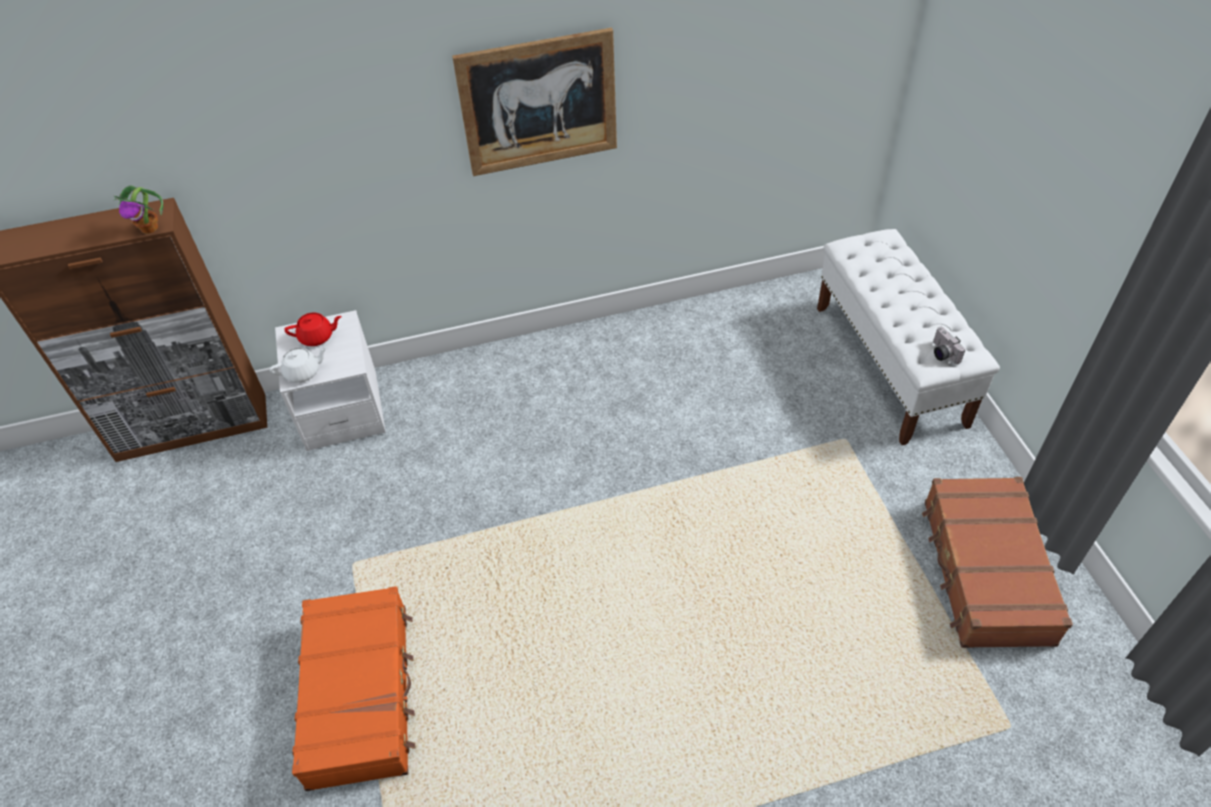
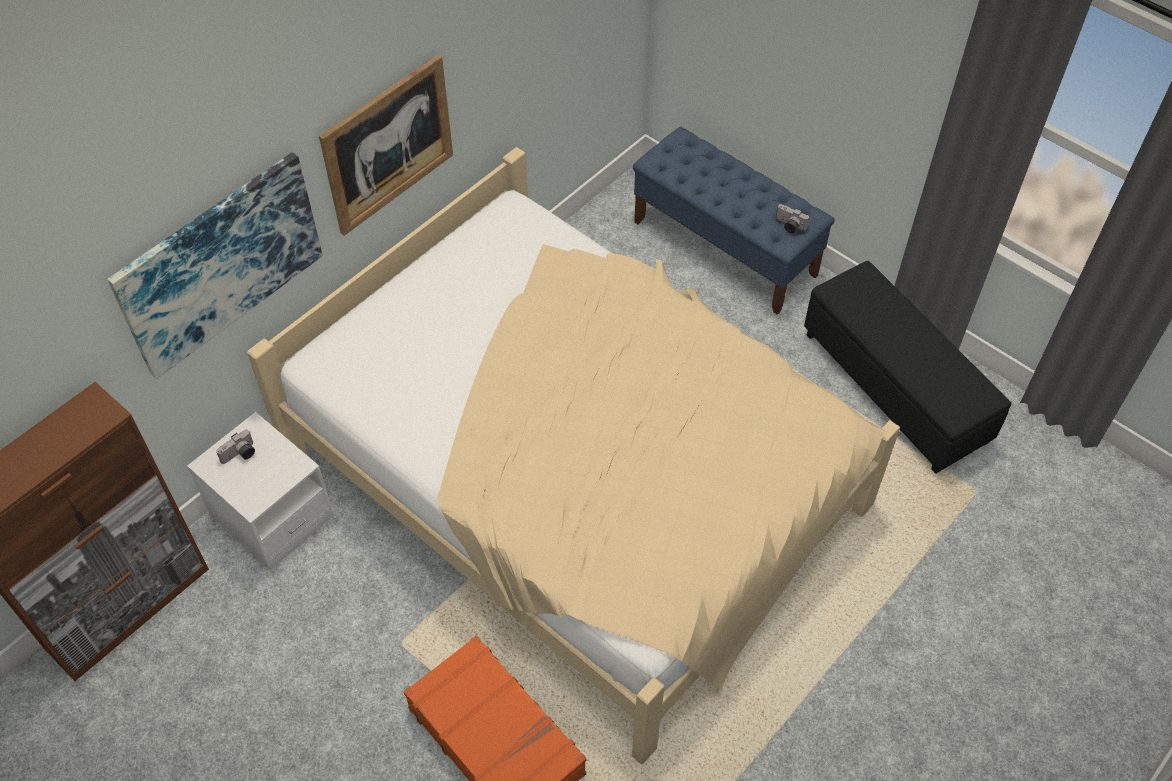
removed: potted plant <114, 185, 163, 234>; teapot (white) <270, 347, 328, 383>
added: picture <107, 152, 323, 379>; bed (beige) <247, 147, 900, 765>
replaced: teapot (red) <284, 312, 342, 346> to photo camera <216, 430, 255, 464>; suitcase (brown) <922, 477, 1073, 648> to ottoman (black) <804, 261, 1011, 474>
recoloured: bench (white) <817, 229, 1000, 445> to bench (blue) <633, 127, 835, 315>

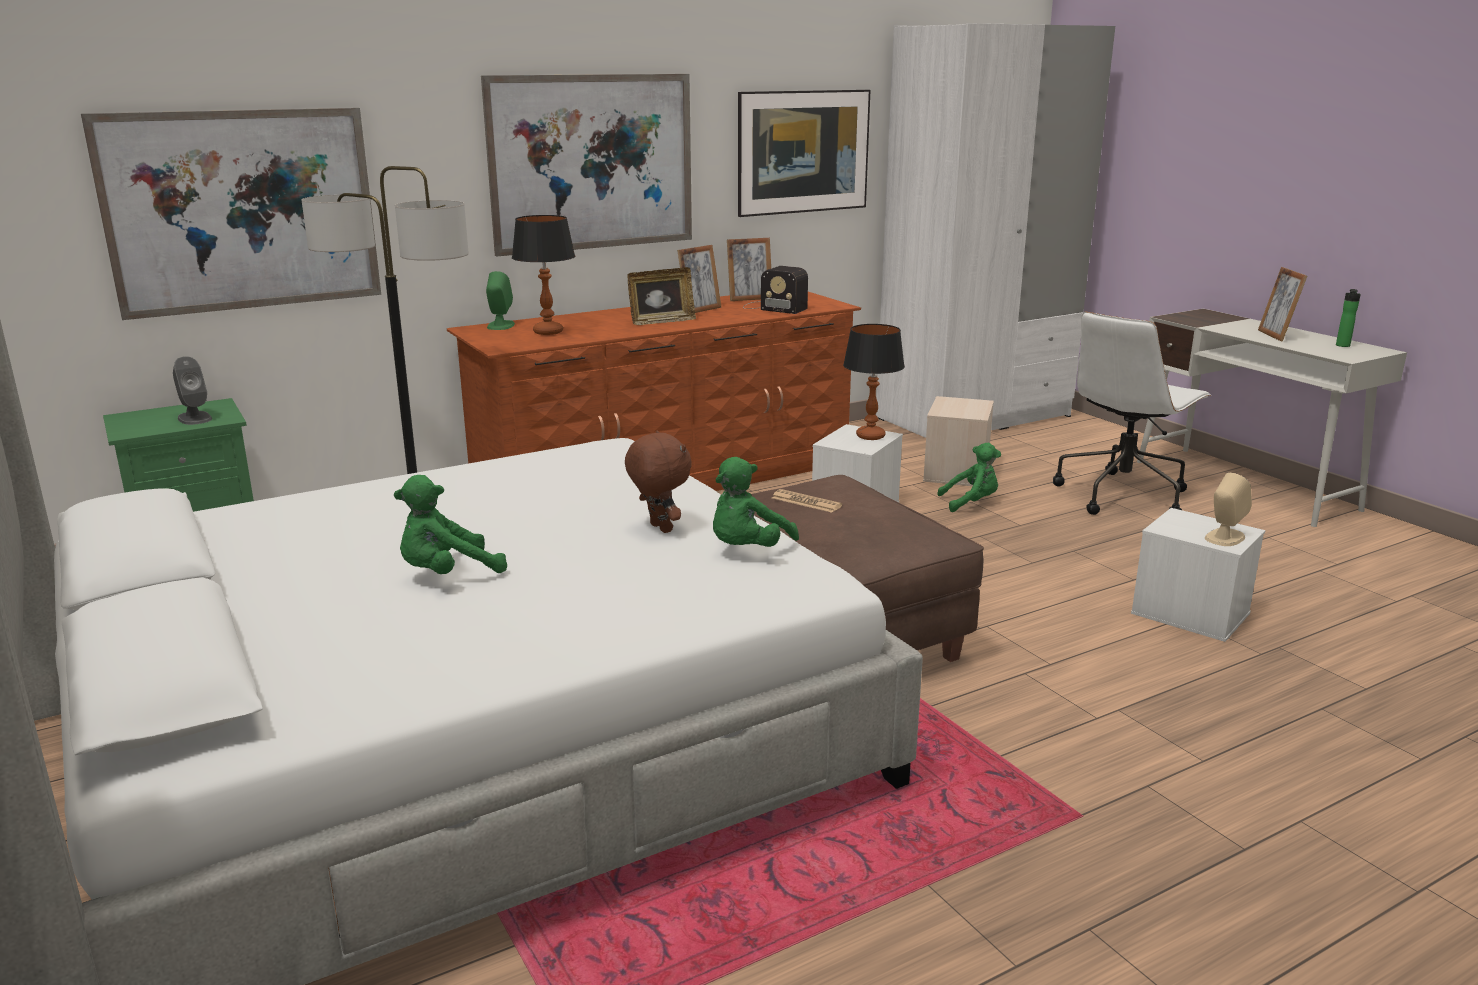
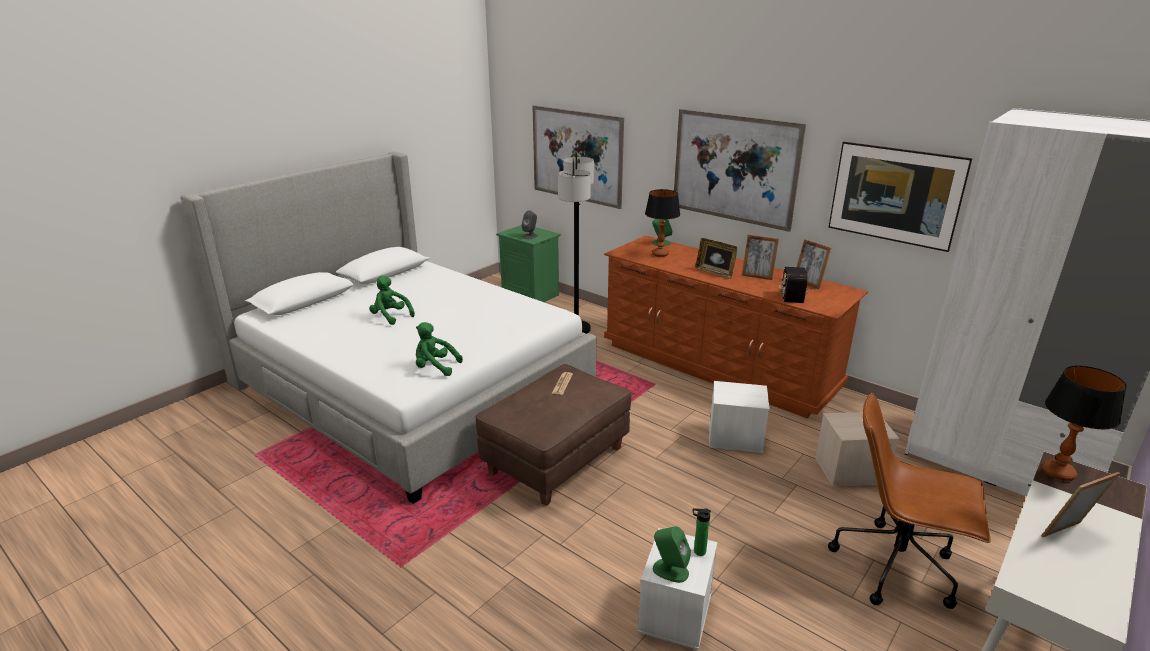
removed: plush toy (brown) <625, 430, 692, 533>; plush toy (green) <937, 443, 1001, 512>
moved: table lamp <843, 324, 905, 440> to <1042, 365, 1126, 481>; bottle <1336, 289, 1361, 347> to <693, 508, 711, 556>
recoloured: office chair (white) <1053, 312, 1211, 515> to office chair (brown) <828, 393, 991, 609>; speaker (beige) <1205, 473, 1252, 546> to speaker (green) <653, 526, 691, 583>

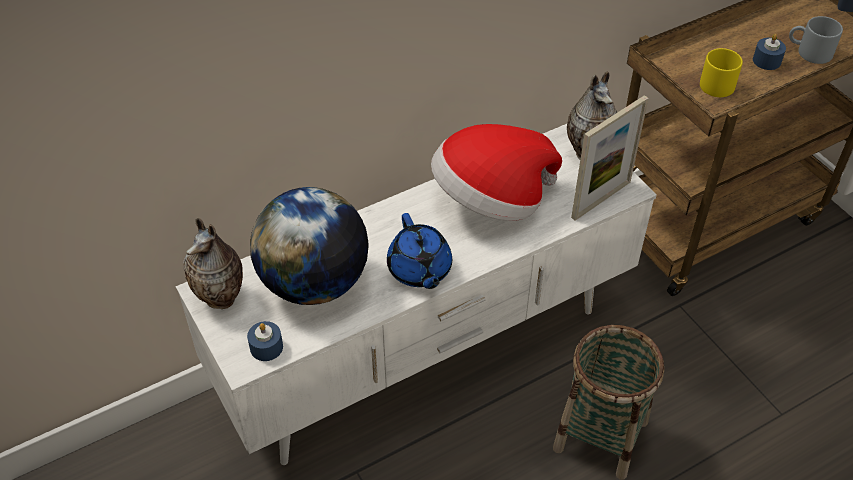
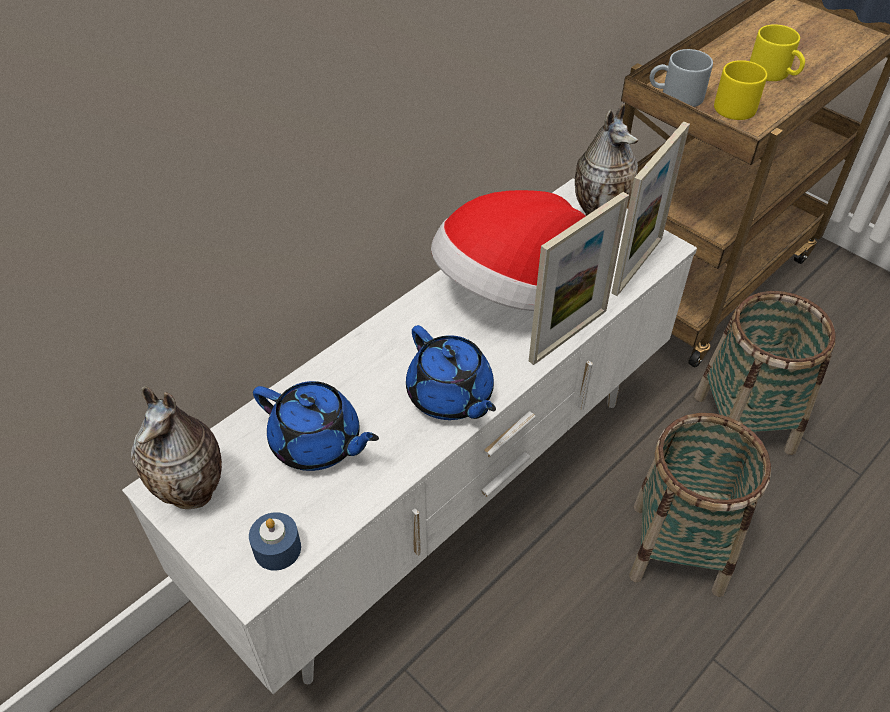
added: picture frame <529, 192, 629, 365>; basket <694, 291, 836, 455>
moved: mug (grey) <789, 16, 843, 64> to <650, 49, 713, 107>
replaced: globe <250, 187, 369, 305> to teapot (blue) <253, 381, 379, 471>; candle (blue) <753, 34, 786, 70> to mug (yellow) <750, 24, 805, 81>

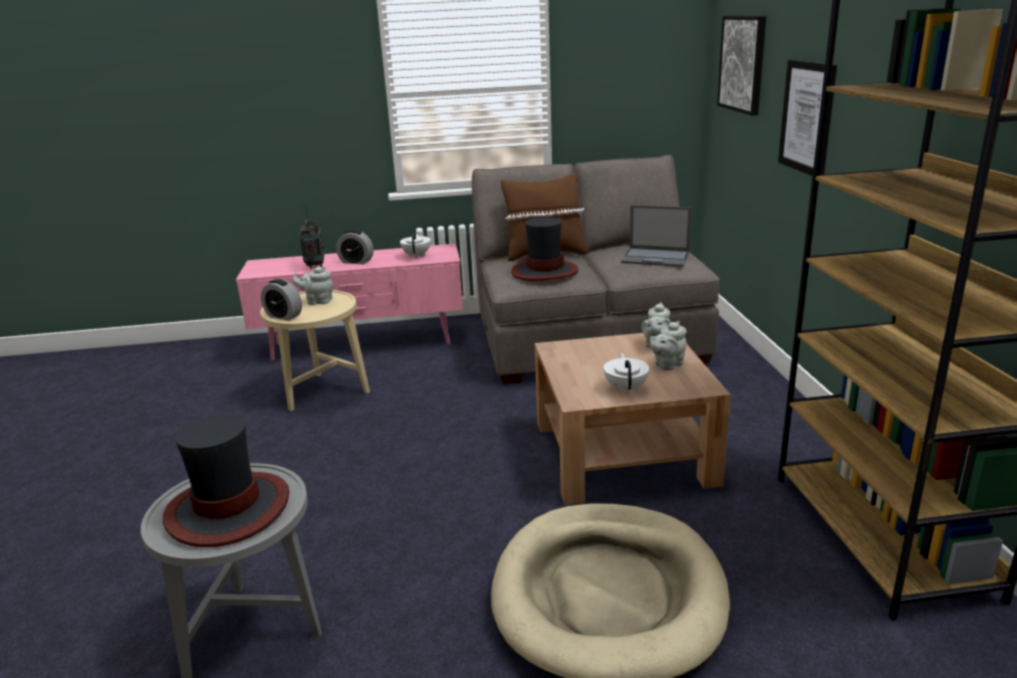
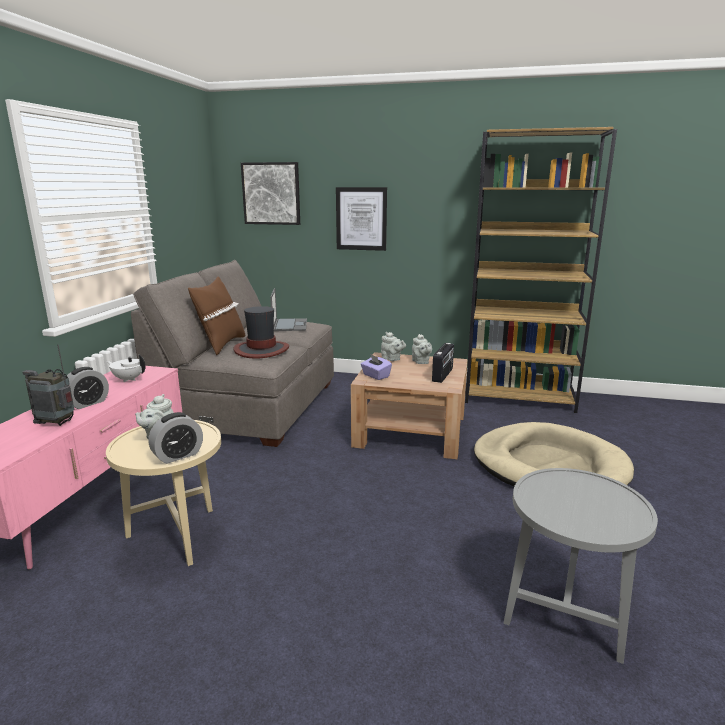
removed: hat <163, 414, 289, 547>
added: tissue box (purple) <361, 354, 392, 380>
replaced: teapot (white) <604, 353, 649, 394> to radio <432, 343, 454, 383>
turned: laptop <621, 205, 692, 267> = <270, 288, 307, 331> 45 degrees counterclockwise

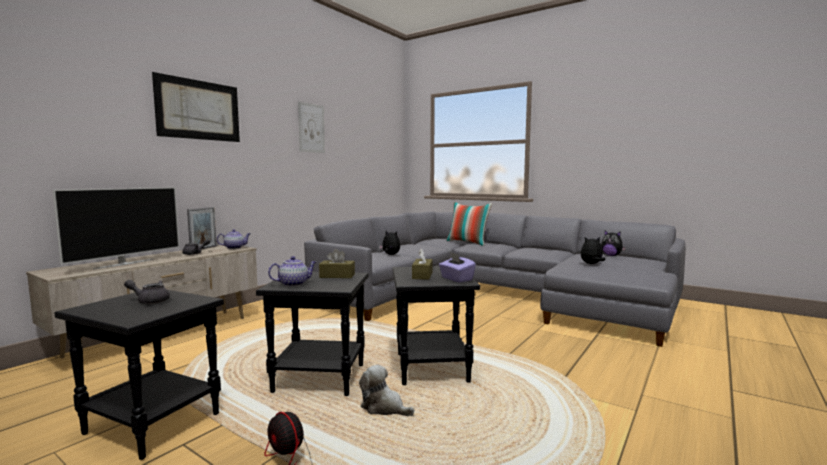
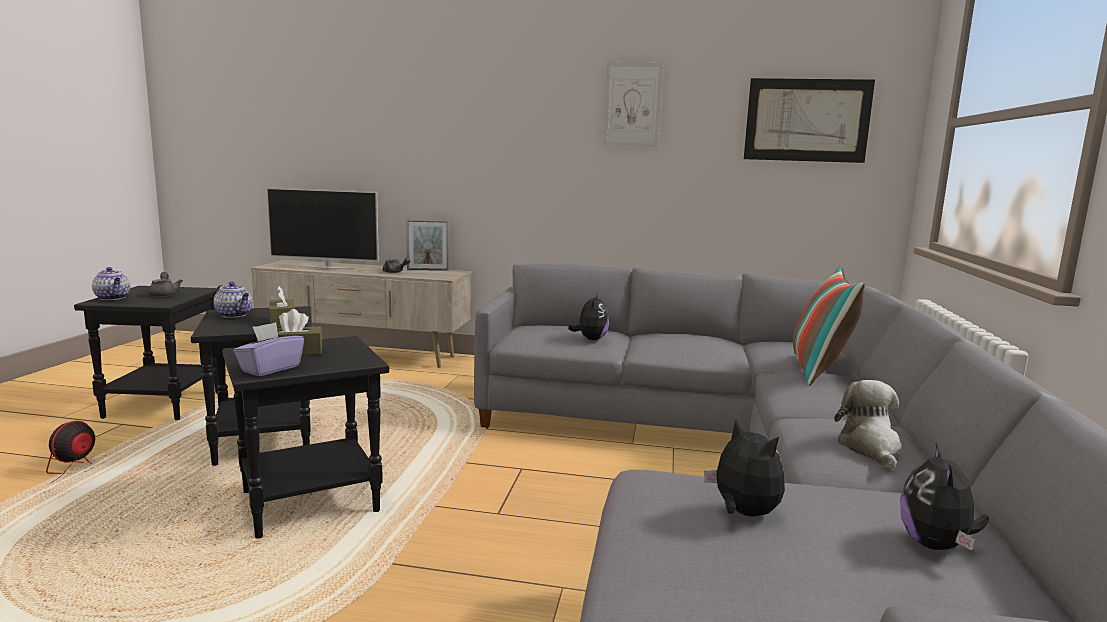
moved: picture <152, 72, 240, 142> to <744, 78, 875, 163>; teapot <217, 229, 250, 249> to <92, 267, 130, 300>; plush toy <359, 365, 414, 416> to <834, 380, 902, 470>

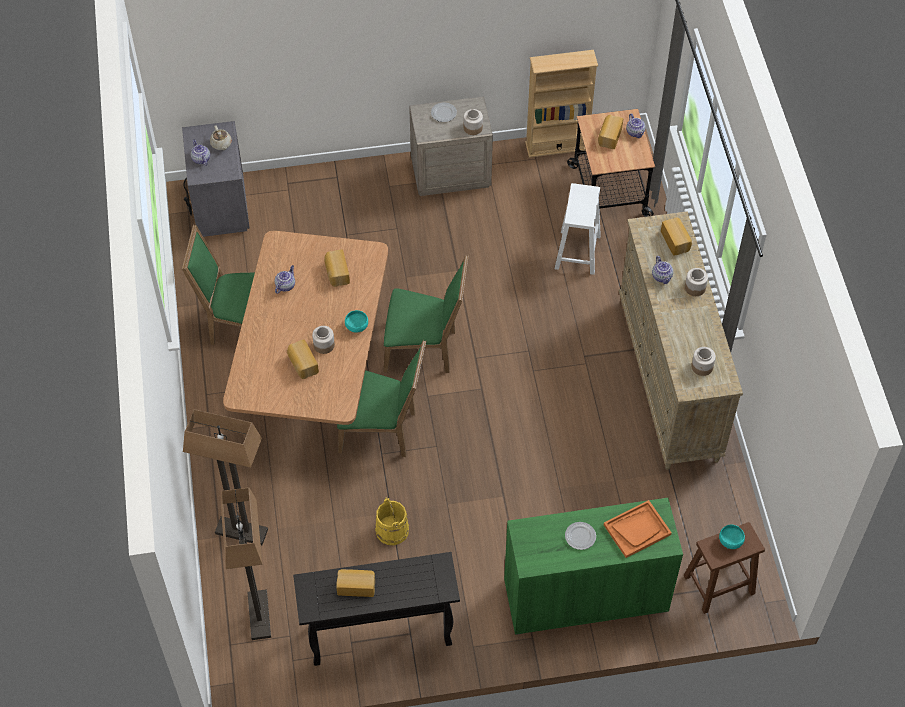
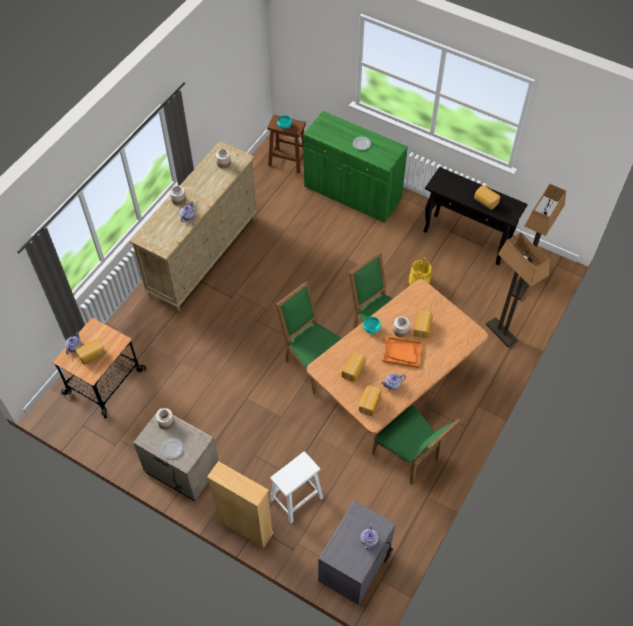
removed: teapot (beige) <210, 125, 232, 150>
moved: bookcase (beige) <525, 50, 598, 158> to <207, 461, 274, 548>; stool (white) <555, 183, 601, 275> to <270, 451, 323, 524>; tray (orange) <604, 500, 672, 558> to <382, 336, 423, 368>; bread <661, 217, 692, 255> to <358, 385, 381, 416>

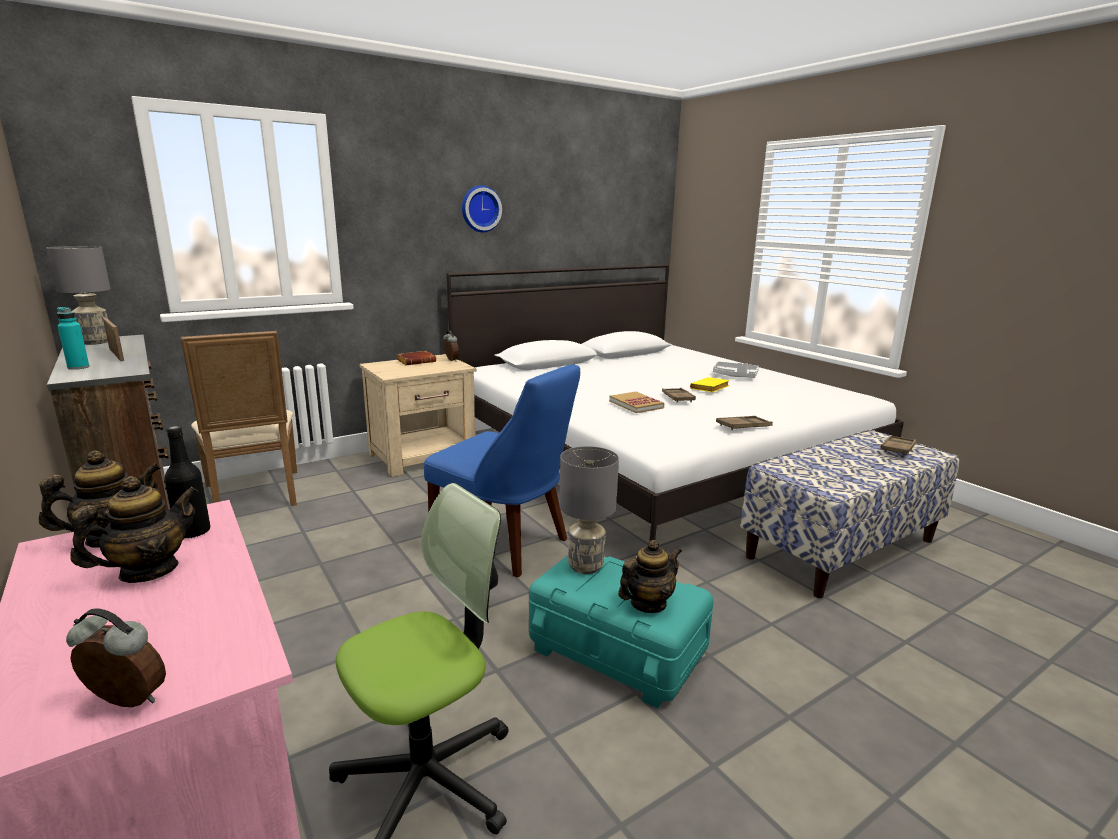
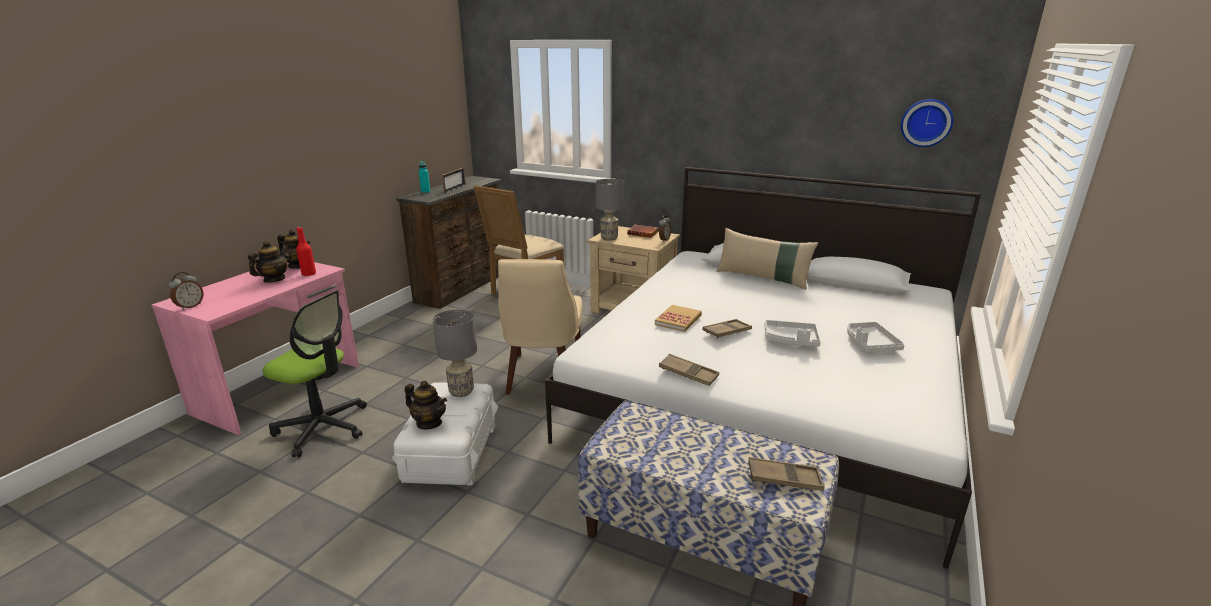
added: pillow (beige) <717, 228, 818, 290>
moved: table lamp (grey) <46, 246, 110, 345> to <596, 179, 623, 241>; wall clock <462, 185, 502, 232> to <901, 99, 954, 147>
replaced: book (yellow) <690, 377, 730, 392> to tray (grey) <765, 320, 821, 347>
recoloured: bottle (black) <165, 426, 211, 539> to bottle (red) <296, 227, 316, 276>; chair (blue) <424, 364, 580, 577> to chair (beige) <498, 259, 583, 394>; storage box (turquoise) <529, 555, 714, 708> to storage box (white) <392, 382, 498, 485>
turned: alarm clock <66, 608, 166, 707> = <169, 272, 204, 310> 45 degrees clockwise; teapot <70, 476, 198, 583> = <248, 241, 289, 283> 75 degrees counterclockwise

